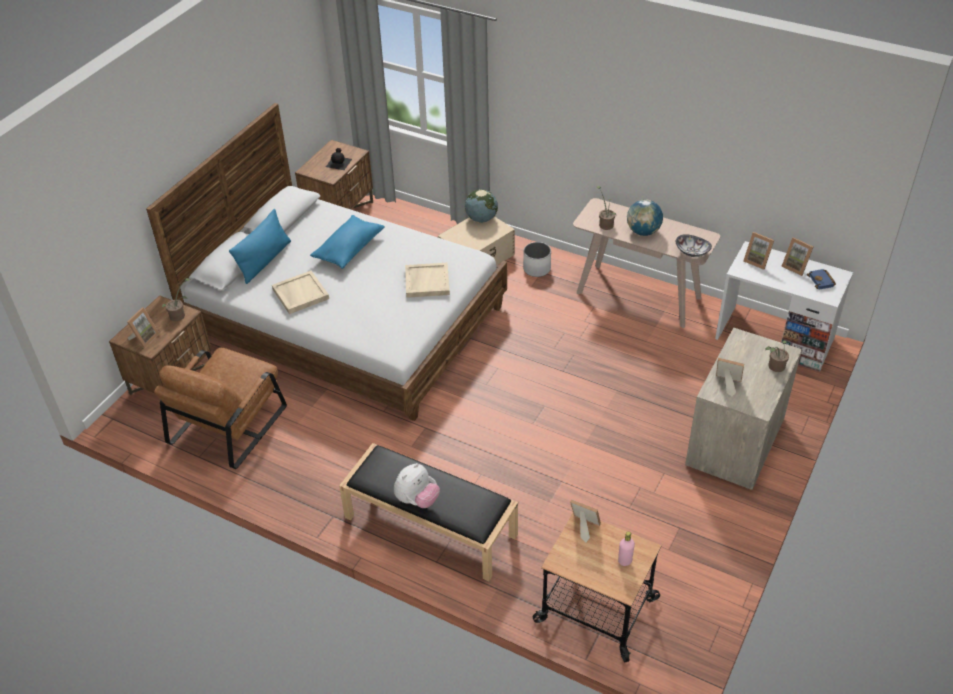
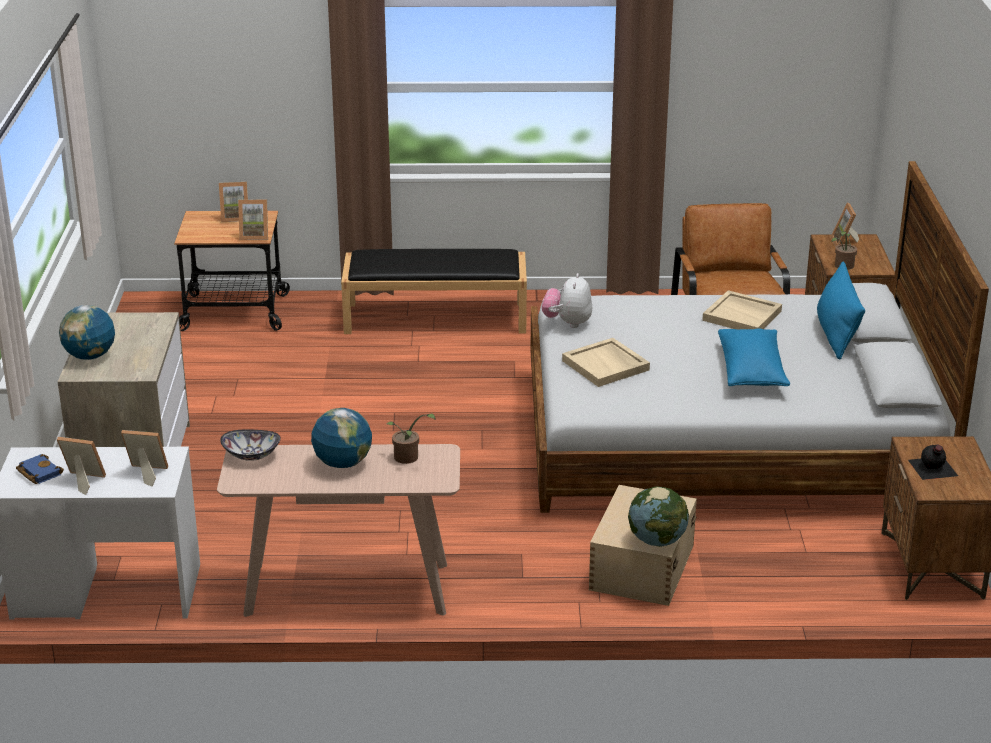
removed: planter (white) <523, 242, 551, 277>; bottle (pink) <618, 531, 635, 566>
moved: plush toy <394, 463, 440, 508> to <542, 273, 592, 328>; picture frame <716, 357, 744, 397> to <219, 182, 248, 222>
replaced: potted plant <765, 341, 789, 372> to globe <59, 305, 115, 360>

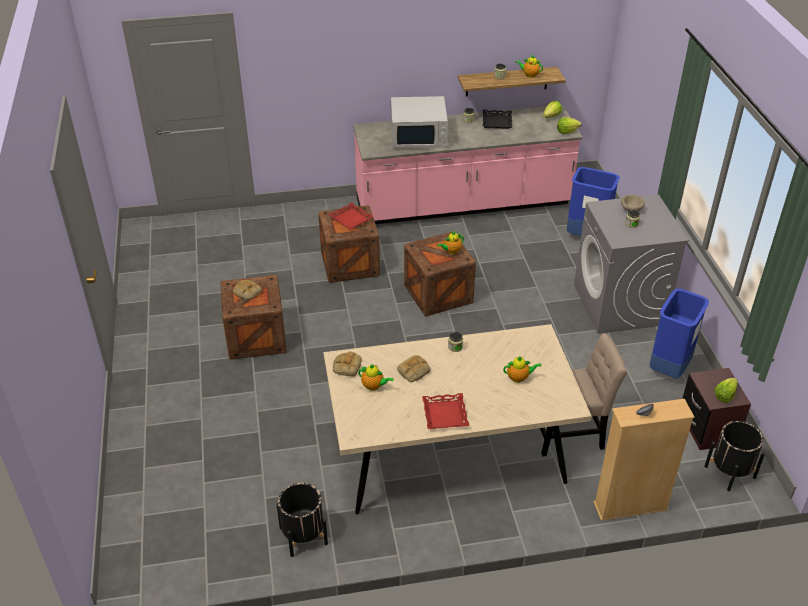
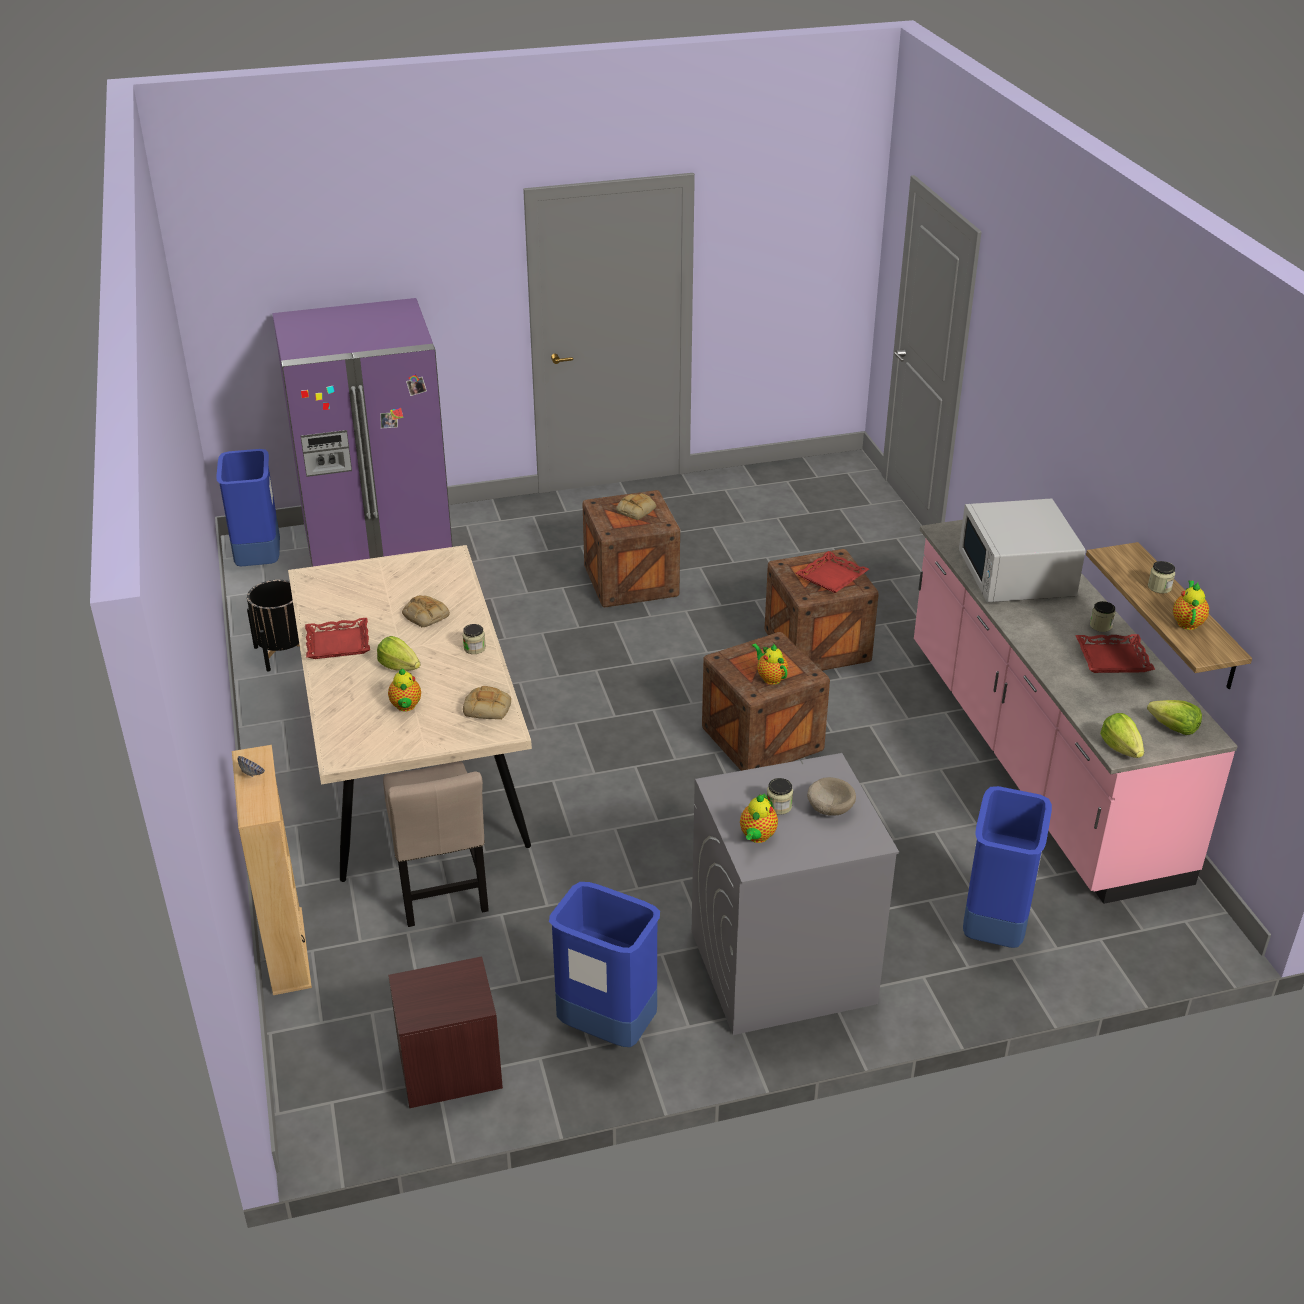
removed: planter (black) <704, 421, 765, 491>
added: trash can (blue) <216, 449, 280, 566>; fridge (purple) <272, 298, 453, 567>
moved: bread <333, 351, 362, 377> to <463, 686, 511, 719>; teapot <358, 364, 394, 391> to <740, 793, 778, 843>; lettuce <714, 378, 738, 403> to <377, 636, 420, 671>
recoloured: tray (black) <483, 110, 512, 129> to tray (red) <1075, 634, 1155, 673>

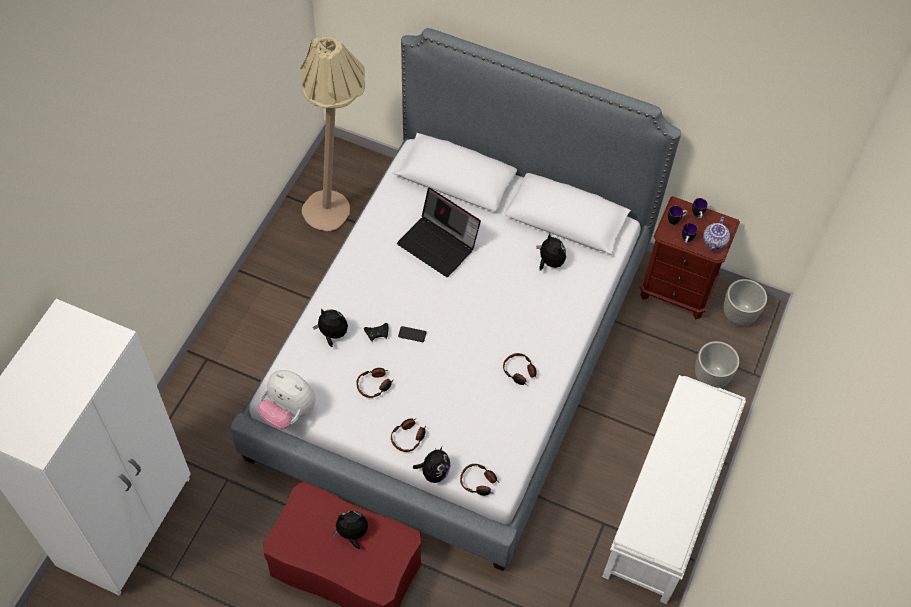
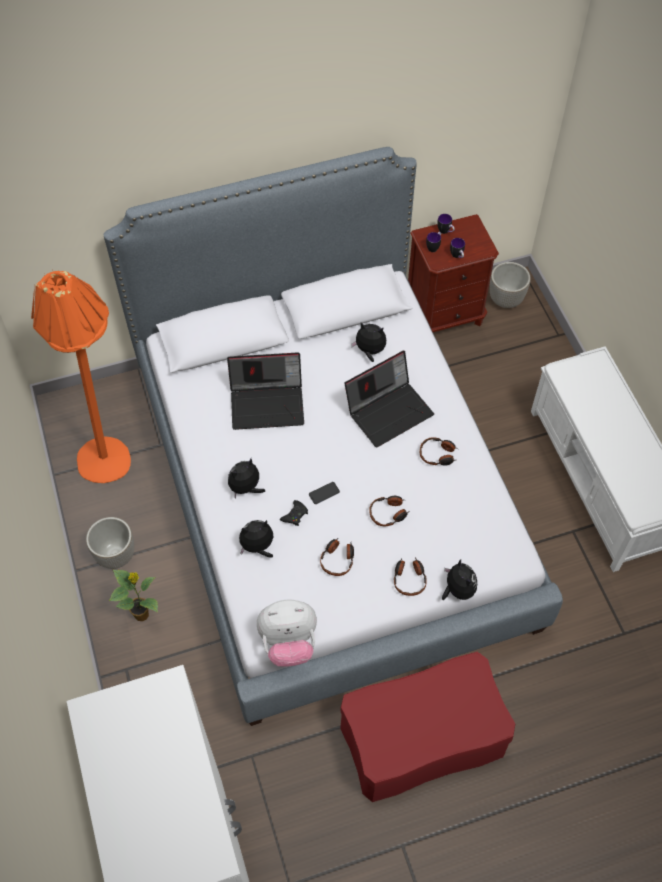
removed: teapot <703, 217, 730, 251>
added: potted plant <109, 570, 158, 621>; laptop <344, 351, 434, 447>
moved: plush toy <333, 511, 368, 549> to <228, 458, 265, 498>; headphones <460, 464, 498, 496> to <369, 496, 410, 527>; planter <695, 341, 739, 388> to <86, 517, 134, 569>
recoloured: floor lamp (beige) <300, 36, 365, 231> to floor lamp (orange) <31, 271, 131, 483>

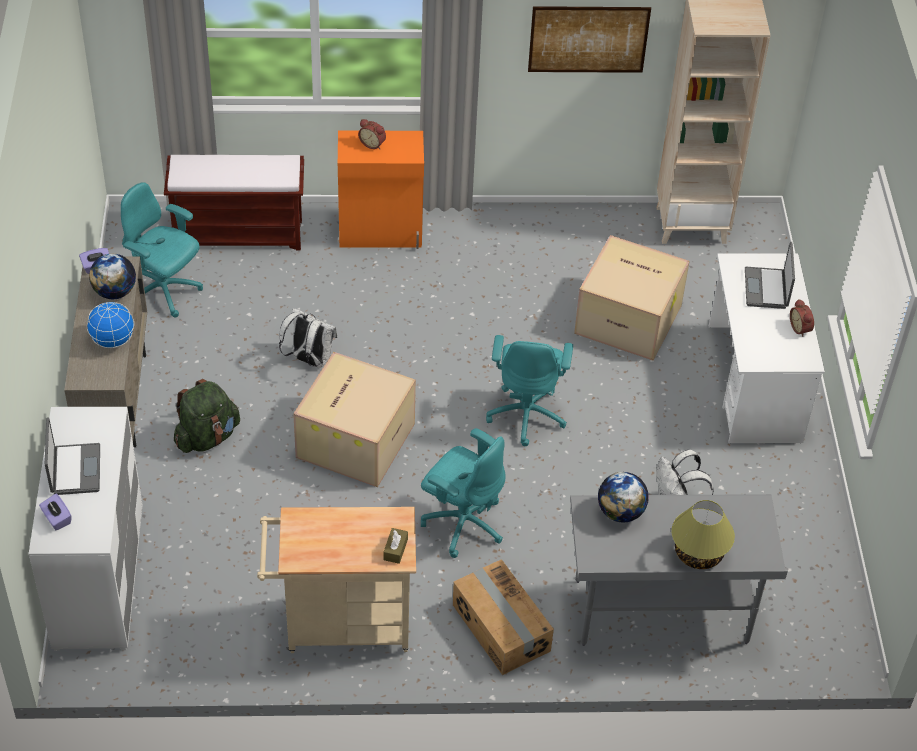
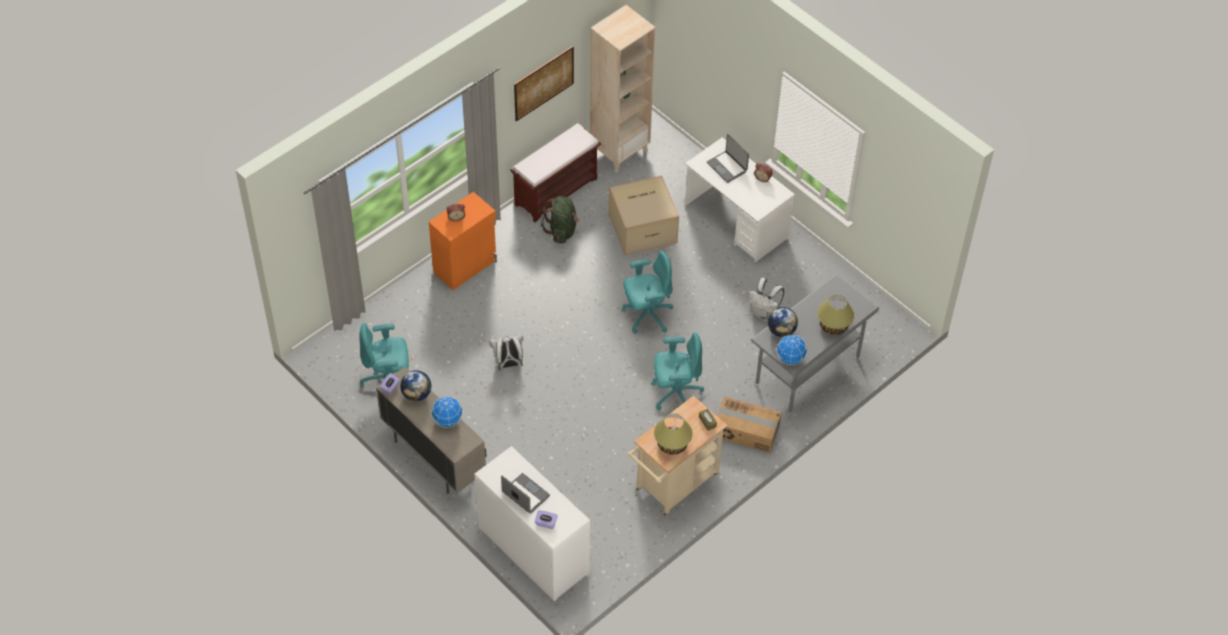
removed: cardboard box <293, 352, 416, 487>
added: table lamp <654, 413, 693, 455>; globe <777, 335, 807, 365>
moved: bench (brown) <164, 155, 304, 251> to <510, 123, 601, 222>; backpack (green) <174, 379, 240, 453> to <541, 196, 580, 243>
turned: office chair (turquoise) <486, 335, 573, 446> = <622, 251, 673, 334> 75 degrees counterclockwise

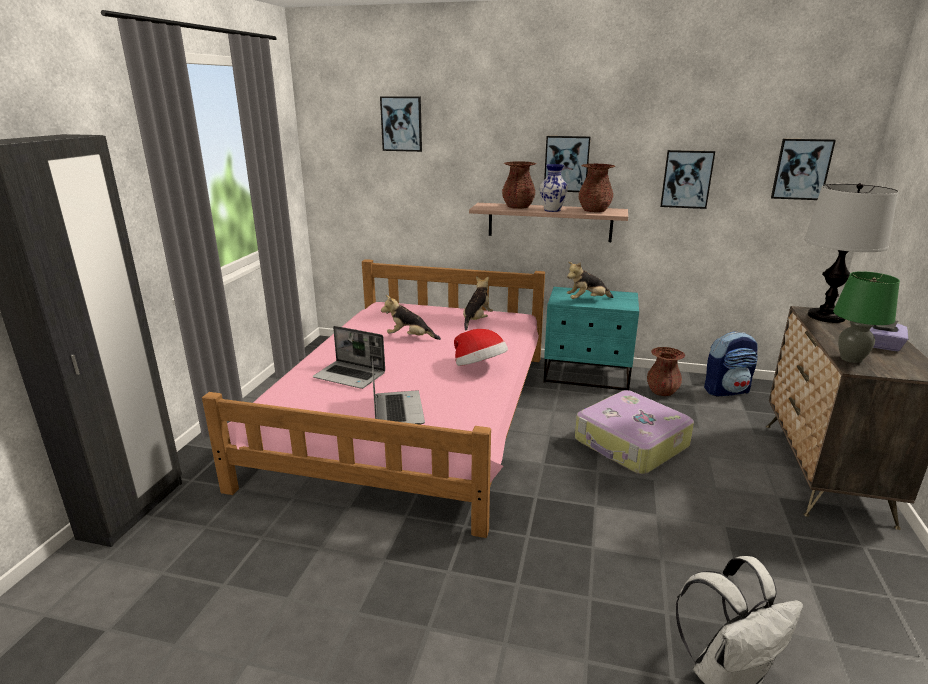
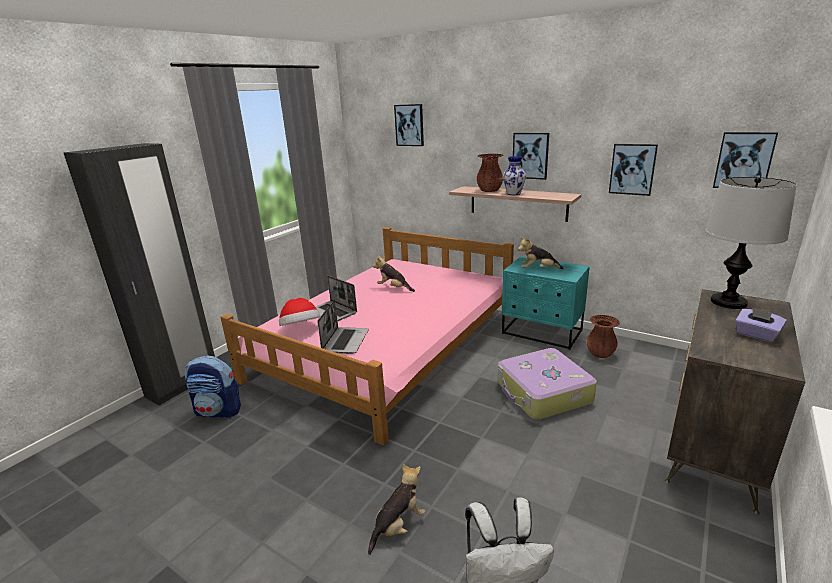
removed: vase (brown) <579, 164, 615, 212>; table lamp (green) <833, 271, 900, 363>
moved: hat <454, 329, 508, 366> to <279, 298, 320, 326>; plush toy <463, 276, 493, 330> to <368, 464, 425, 555>; backpack <704, 331, 758, 396> to <185, 355, 241, 418>

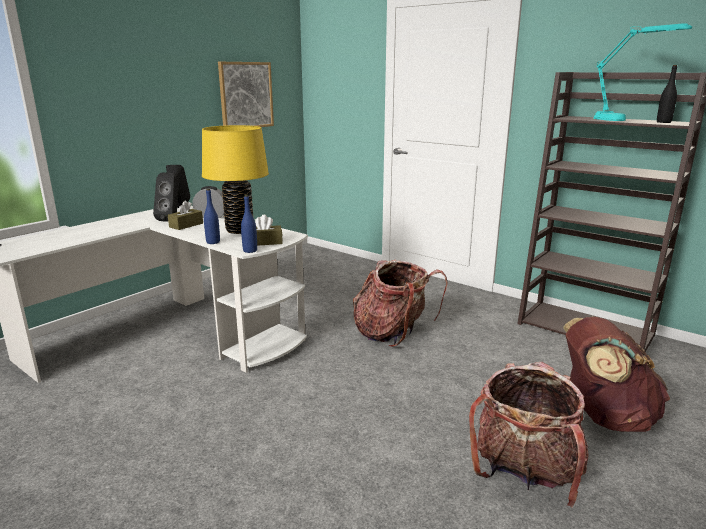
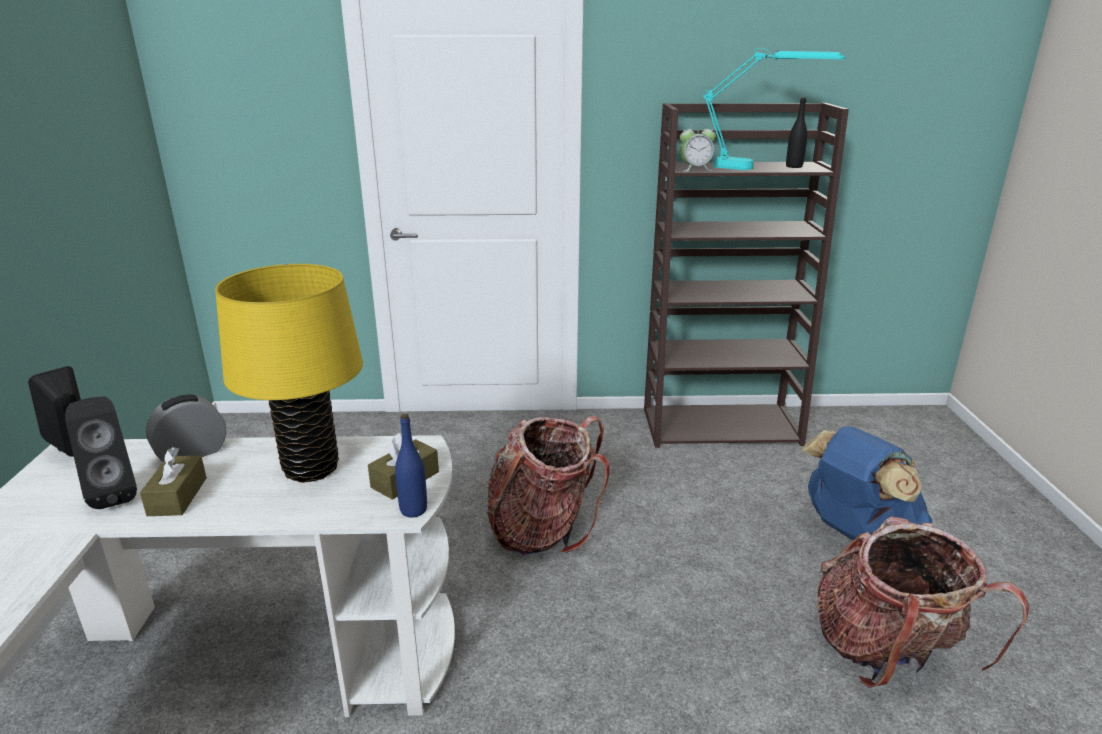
removed: bottle (blue) <204, 189, 220, 244>; picture <218, 62, 274, 127>
added: alarm clock <680, 123, 716, 172>
recoloured: backpack (brown) <563, 317, 670, 432> to backpack (blue) <802, 427, 933, 540>

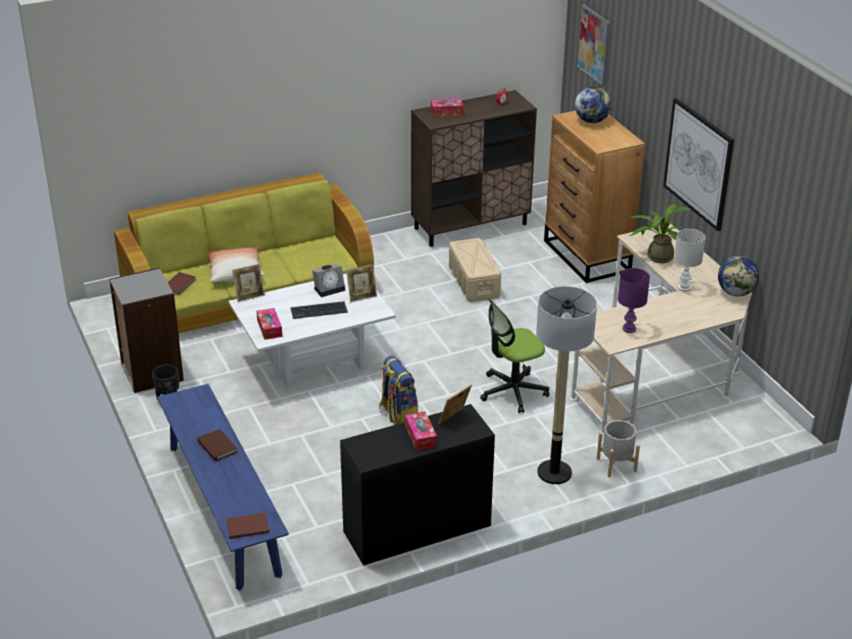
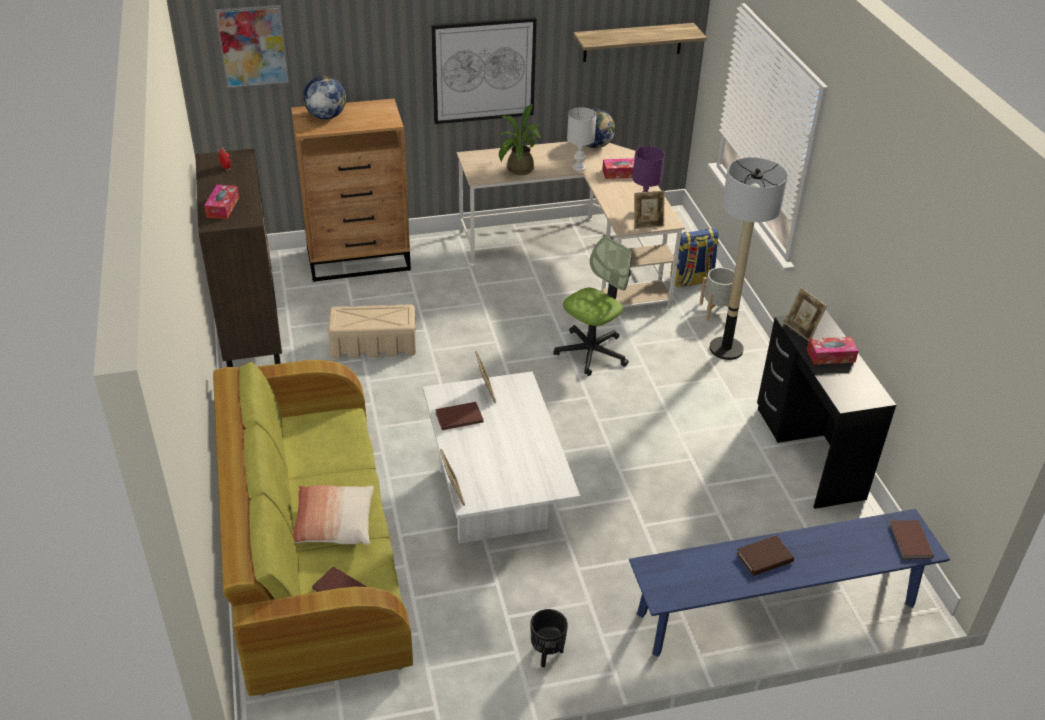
removed: bookcase (grey) <109, 268, 184, 393>; keyboard <290, 301, 348, 319>
added: shelf <573, 23, 707, 62>; picture frame <634, 191, 665, 229>
moved: tissue box <256, 308, 282, 340> to <602, 158, 634, 179>; backpack <379, 355, 418, 425> to <670, 228, 719, 288>
replaced: alarm clock <312, 264, 345, 297> to book (brown) <435, 402, 484, 430>
turned: office chair <480, 297, 549, 413> = <554, 236, 632, 376> 120 degrees counterclockwise

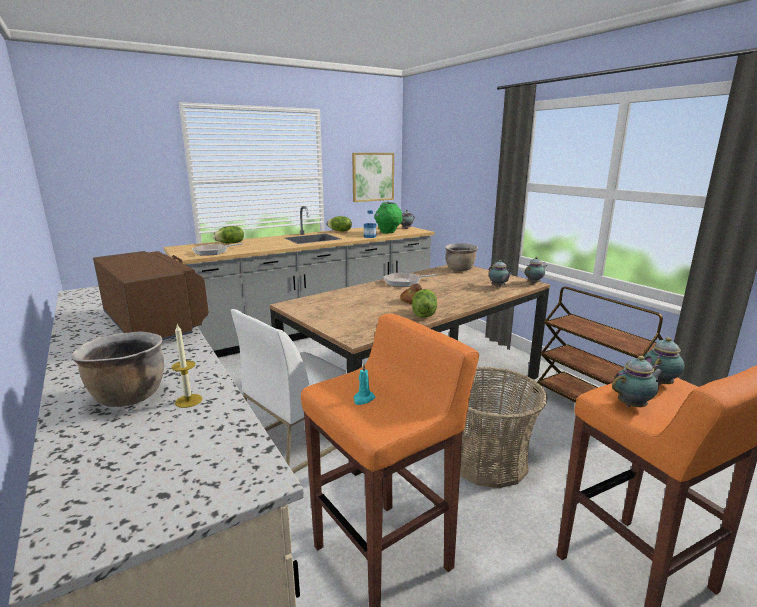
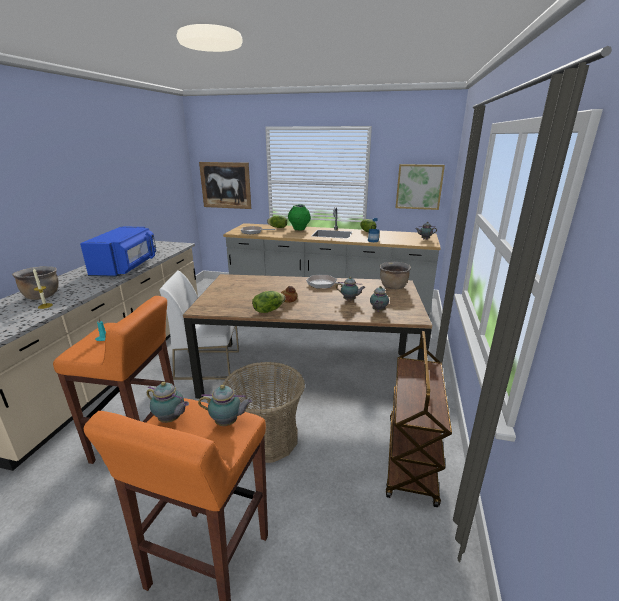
added: picture <199, 162, 251, 209>
moved: vase (green) <375, 202, 403, 234> to <288, 204, 311, 231>; teapot <524, 257, 547, 284> to <336, 277, 366, 301>
recoloured: microwave (brown) <93, 251, 209, 340> to microwave (blue) <80, 226, 156, 277>

